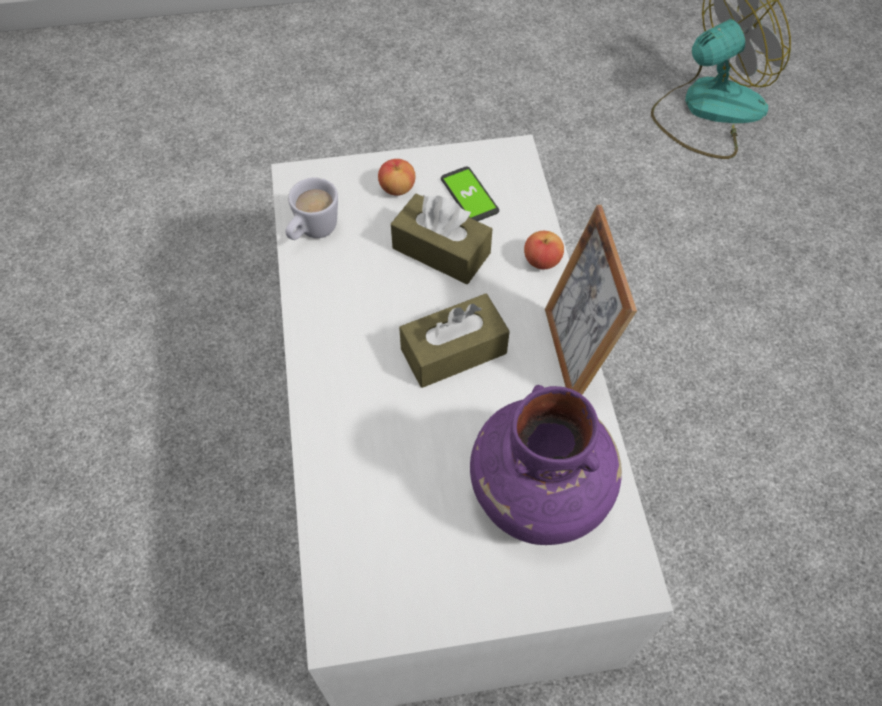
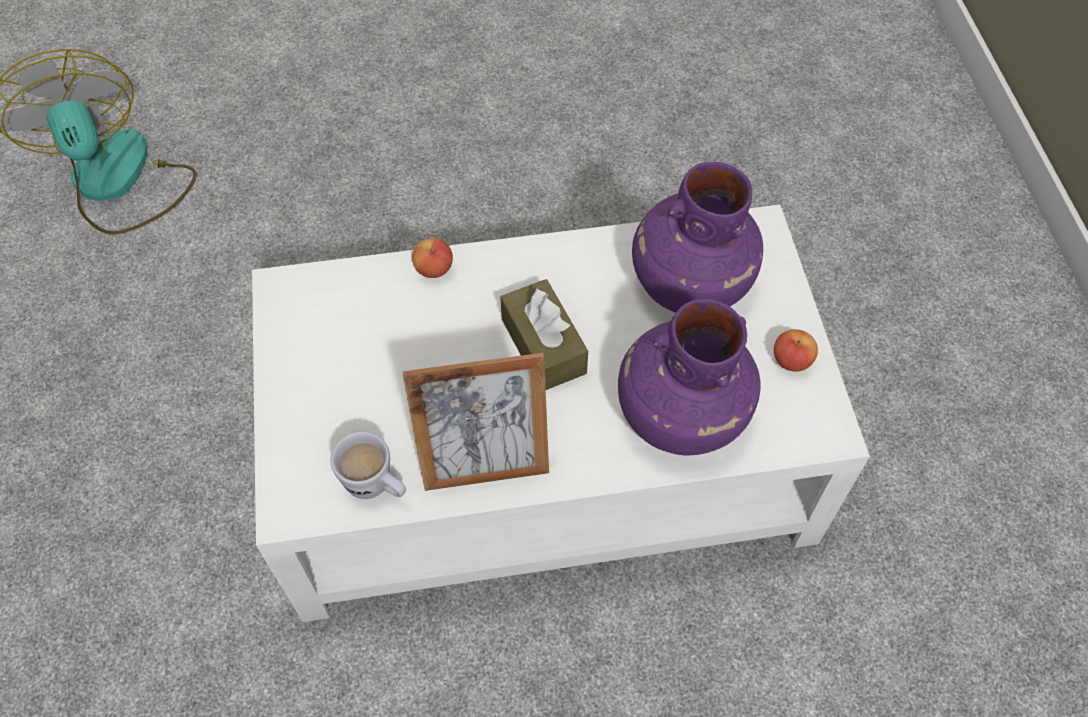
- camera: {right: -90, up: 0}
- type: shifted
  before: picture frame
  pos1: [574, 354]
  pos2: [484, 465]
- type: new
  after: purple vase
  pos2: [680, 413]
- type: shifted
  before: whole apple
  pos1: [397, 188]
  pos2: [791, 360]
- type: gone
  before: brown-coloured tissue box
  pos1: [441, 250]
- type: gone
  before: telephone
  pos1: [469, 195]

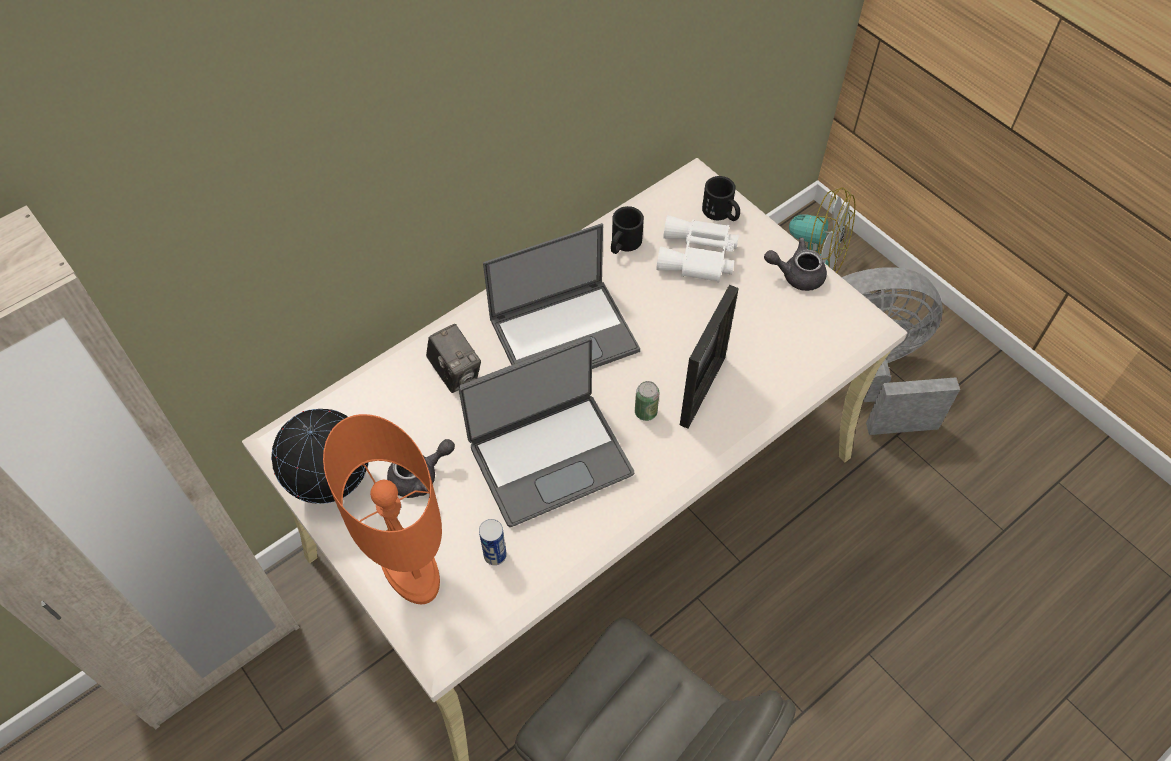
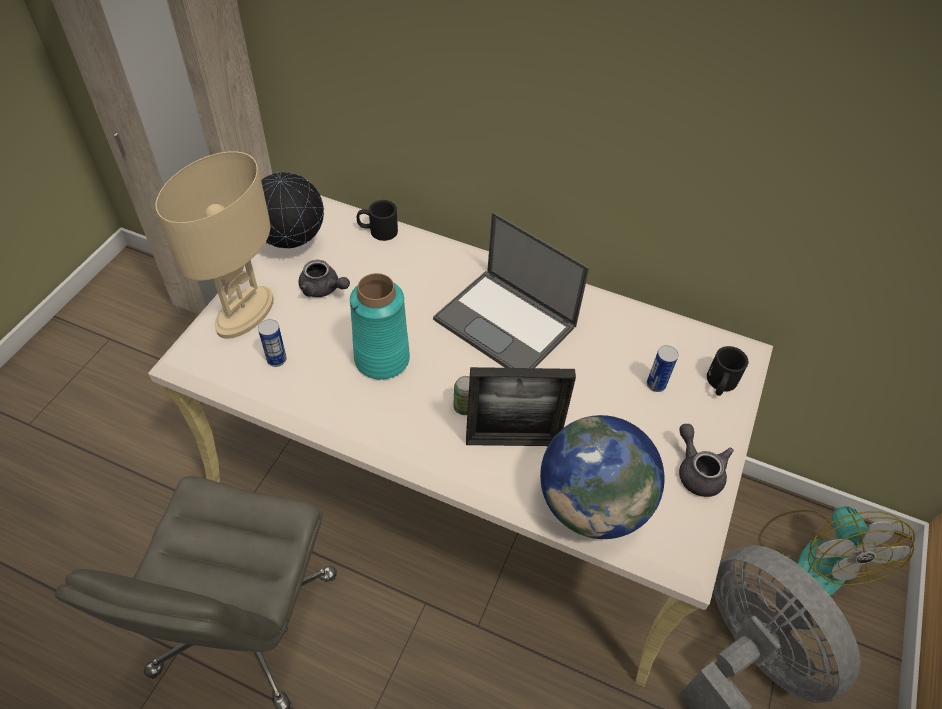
- camera: {right: 60, up: -5}
- type: repainted
  before: orangey tabletop lamp
  after: beige tabletop lamp
  pos1: [410, 566]
  pos2: [245, 314]
- type: swapped
  before: laptop
  after: turquoise vase
  pos1: [549, 457]
  pos2: [382, 359]
- type: shifted
  before: black-coloured tea mug
  pos1: [623, 244]
  pos2: [377, 230]
- type: new
  after: desk globe
  pos2: [592, 504]
- type: swapped
  before: white-coloured field glasses
  after: sealed can
  pos1: [698, 257]
  pos2: [656, 384]
- type: gone
  before: still camera
  pos1: [456, 373]

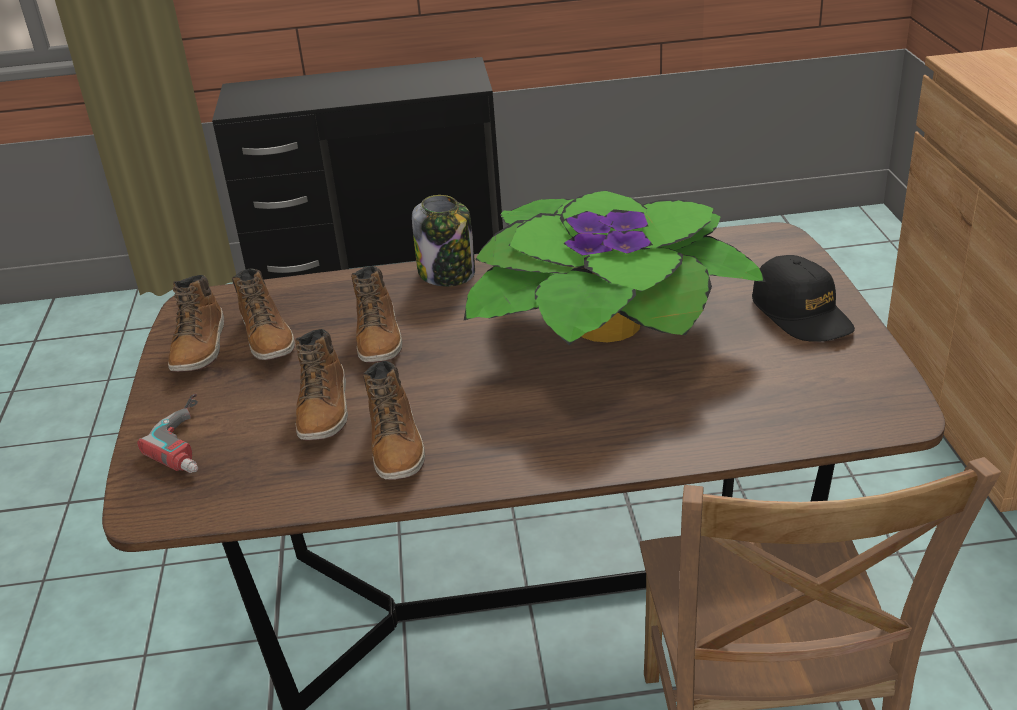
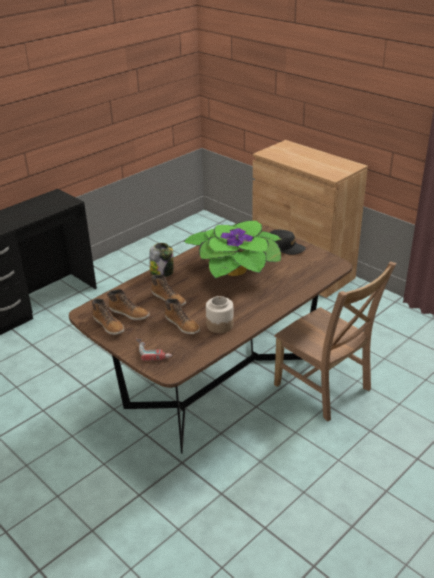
- camera: {right: -40, up: 0}
- type: swapped
  before: boot
  after: jar
  pos1: [396, 445]
  pos2: [219, 325]

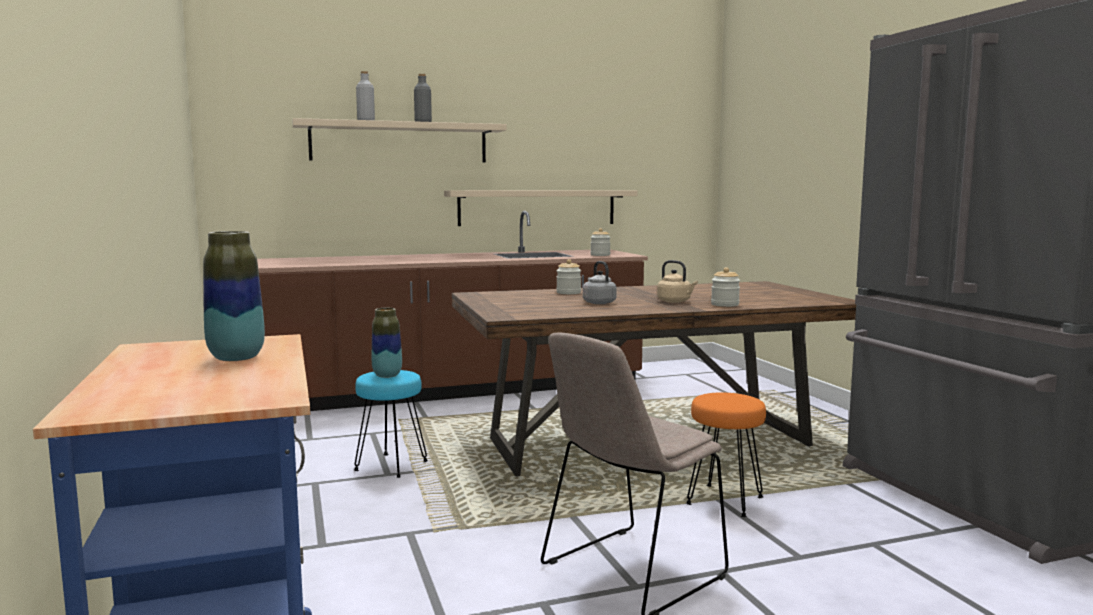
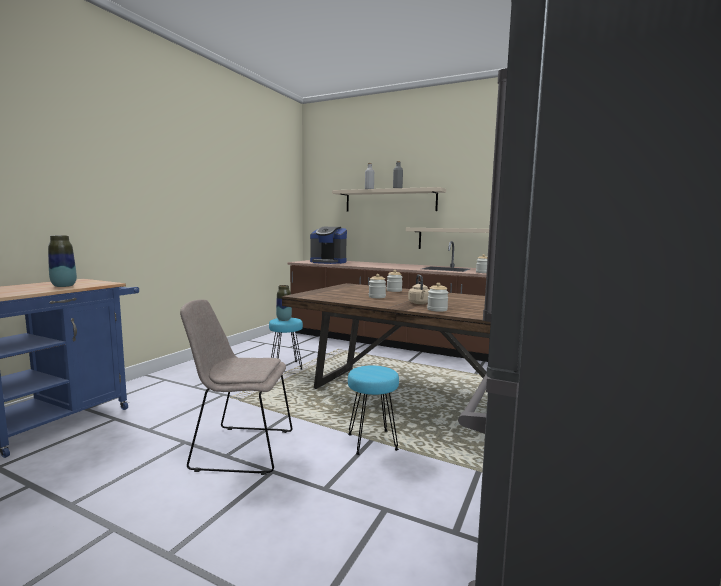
- camera: {right: 45, up: 0}
- type: new
  after: coffee brewer
  pos2: [328, 262]
- type: repainted
  before: orangey sitting stool
  after: turquoise sitting stool
  pos1: [724, 501]
  pos2: [371, 442]
- type: swapped
  before: gray kettle
  after: jar
  pos1: [598, 302]
  pos2: [377, 297]

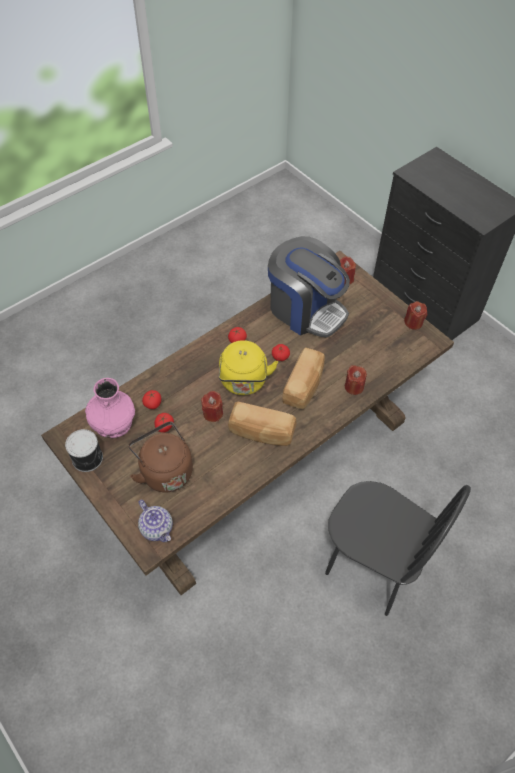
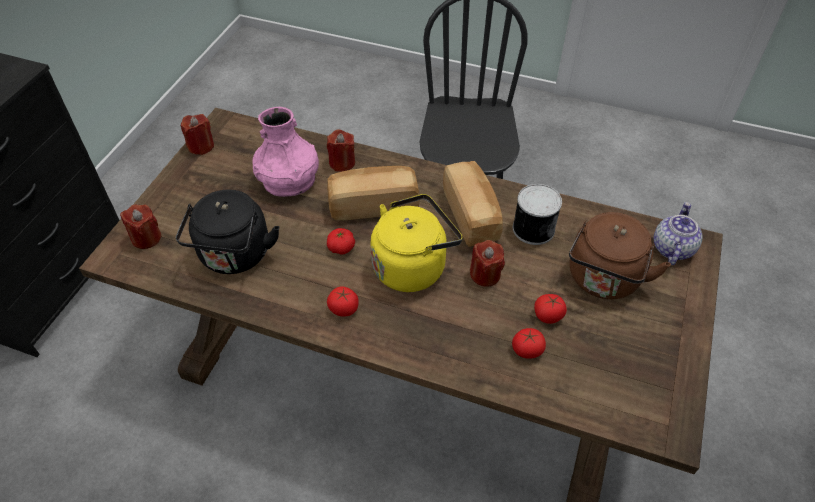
- camera: {right: -120, up: -5}
- type: swapped
  before: coffee brewer
  after: black-coloured kettle
  pos1: [306, 309]
  pos2: [234, 256]
- type: shifted
  before: pink vase
  pos1: [113, 422]
  pos2: [289, 180]
- type: shifted
  before: sealed can
  pos1: [88, 458]
  pos2: [532, 228]

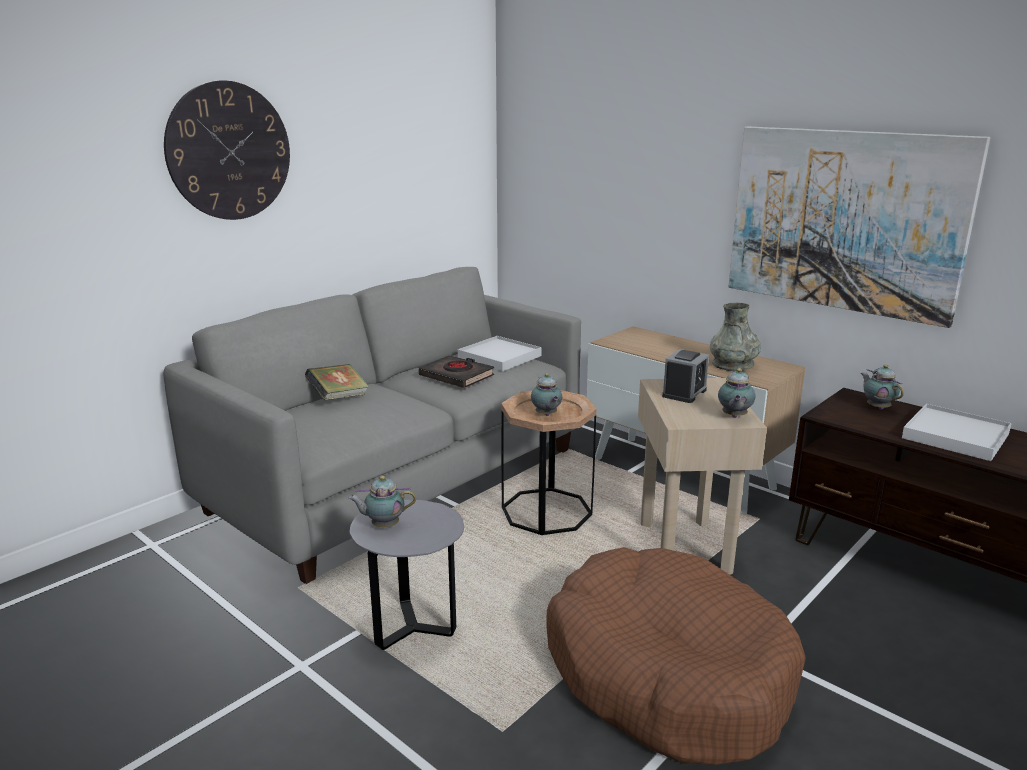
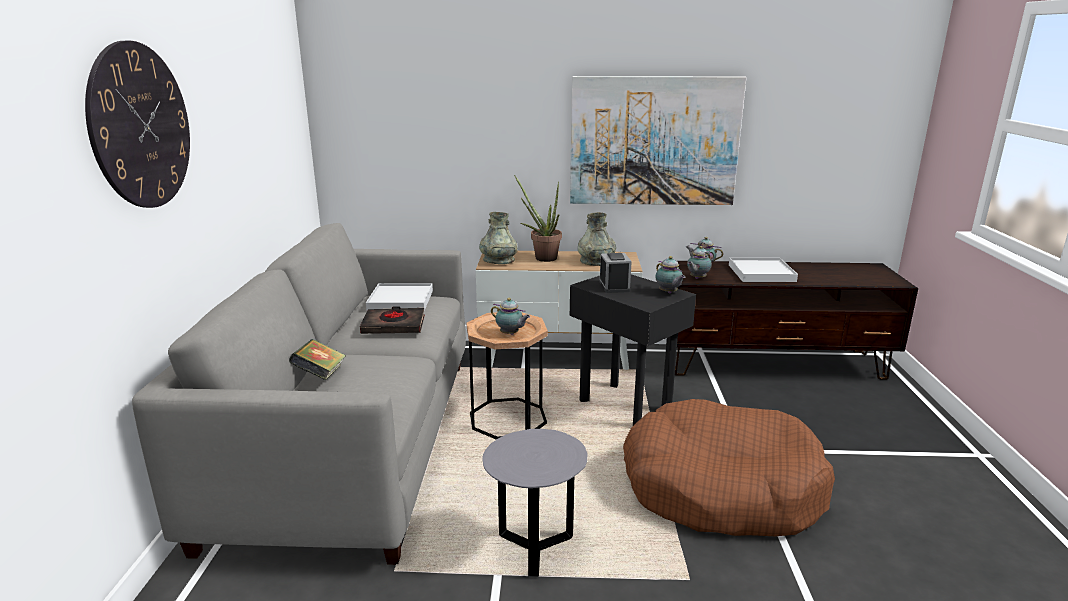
- camera: {right: -40, up: 0}
- type: new
  after: gray vase
  pos2: [498, 261]
- type: new
  after: potted plant
  pos2: [541, 257]
- type: repainted
  before: beige side table
  after: black-coloured side table
  pos1: [685, 547]
  pos2: [625, 405]
- type: shifted
  before: pot for tea
  pos1: [383, 525]
  pos2: [697, 278]

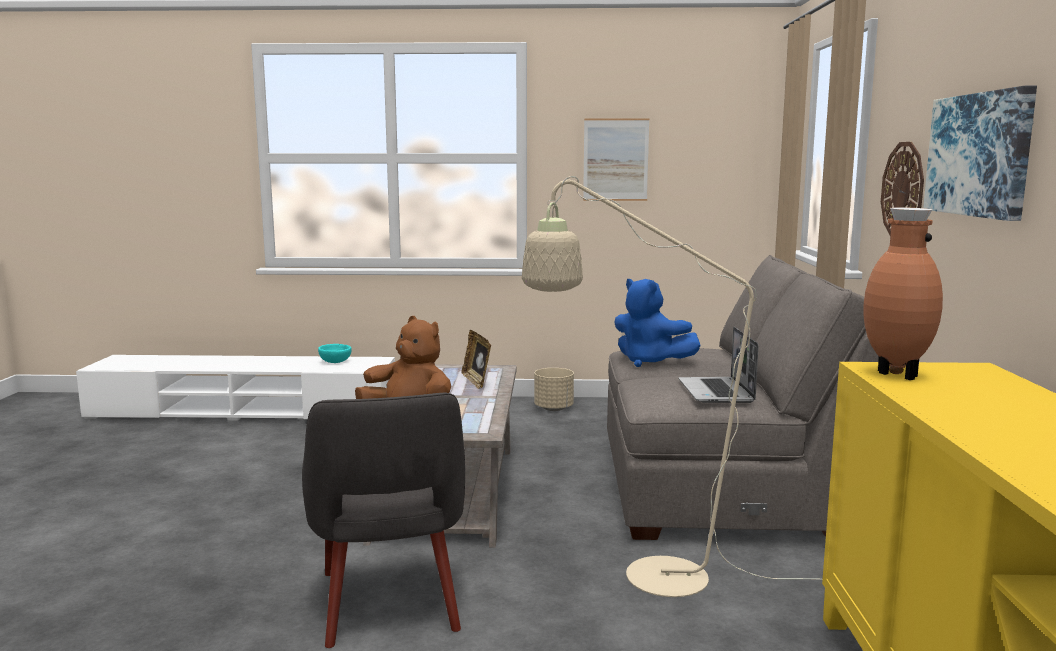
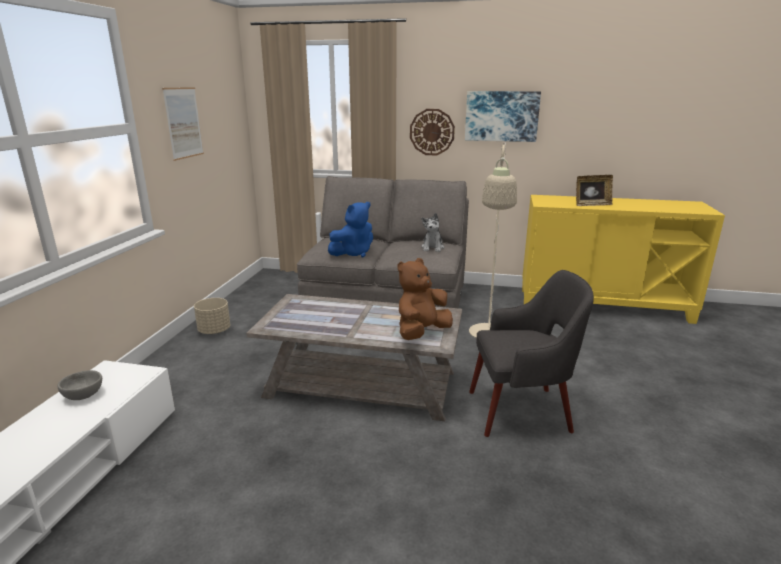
- camera: {right: -80, up: 10}
- type: repainted
  before: turquoise bowl
  after: gray bowl
  pos1: [334, 362]
  pos2: [82, 396]
- type: swapped
  before: laptop
  after: soft toy
  pos1: [717, 392]
  pos2: [432, 248]
- type: shifted
  before: picture frame
  pos1: [476, 381]
  pos2: [591, 205]
- type: gone
  before: brown-coloured vase
  pos1: [894, 375]

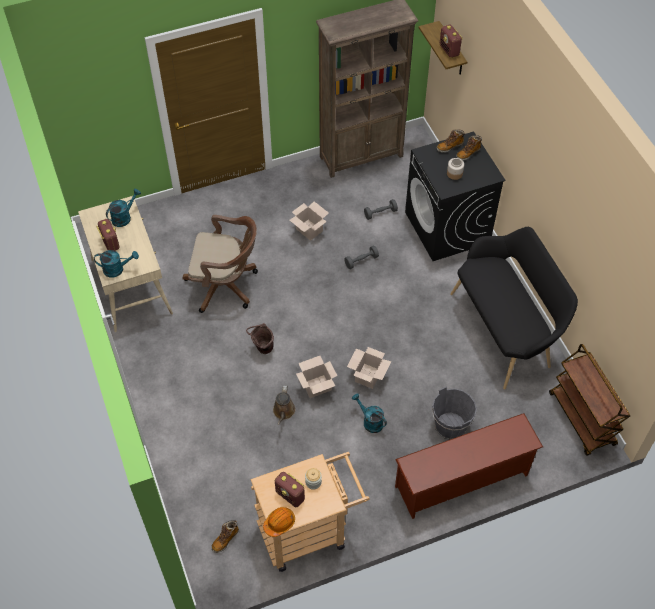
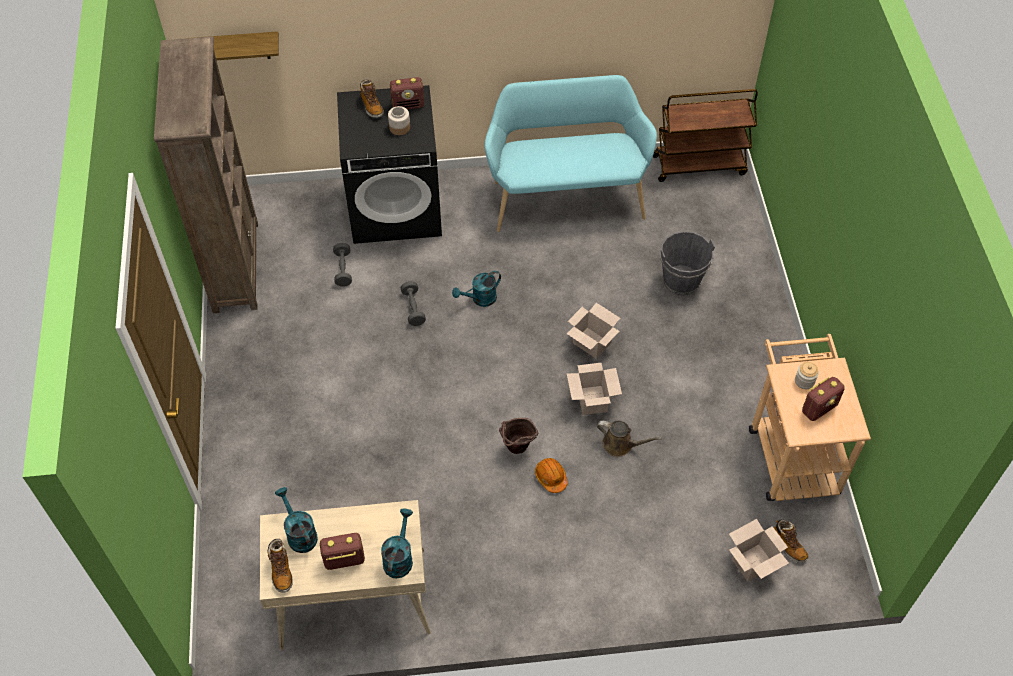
- camera: {right: -75, up: 0}
- type: shifted
  before: boot
  pos1: [450, 146]
  pos2: [281, 570]
- type: shifted
  before: radio set
  pos1: [449, 50]
  pos2: [408, 105]
- type: shifted
  before: turquoise watering pot
  pos1: [370, 421]
  pos2: [480, 299]
- type: repainted
  before: black-coloured long seat
  after: turquoise long seat
  pos1: [505, 330]
  pos2: [565, 196]
- type: shifted
  before: orangey hard hat
  pos1: [279, 523]
  pos2: [551, 477]
- type: shifted
  before: carton
  pos1: [308, 230]
  pos2: [752, 563]
- type: gone
  before: brown-coloured desk chair
  pos1: [226, 285]
- type: gone
  before: brown-coloured shoe shelf
  pos1: [462, 482]

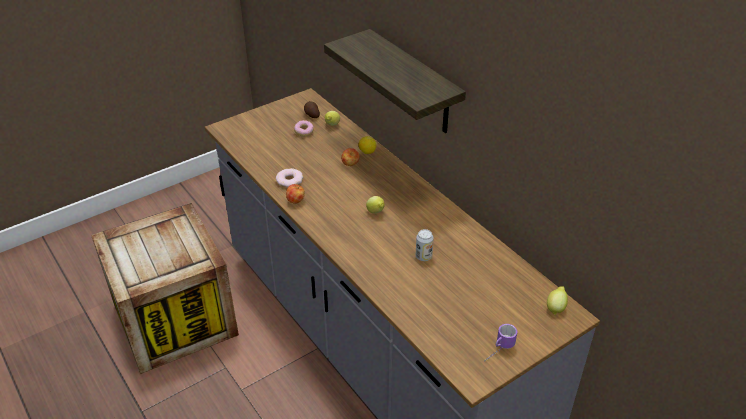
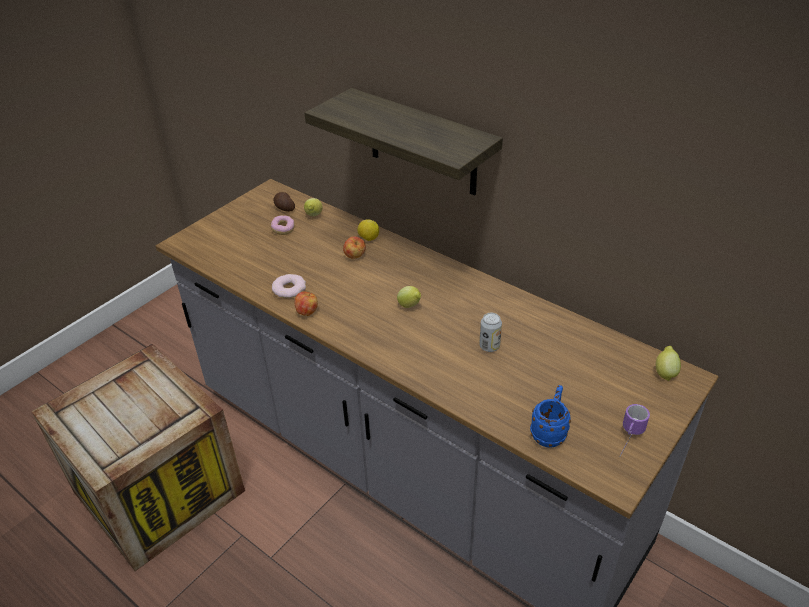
- camera: {right: -15, up: 0}
- type: new
  after: blue tea mug
  pos2: [549, 432]

